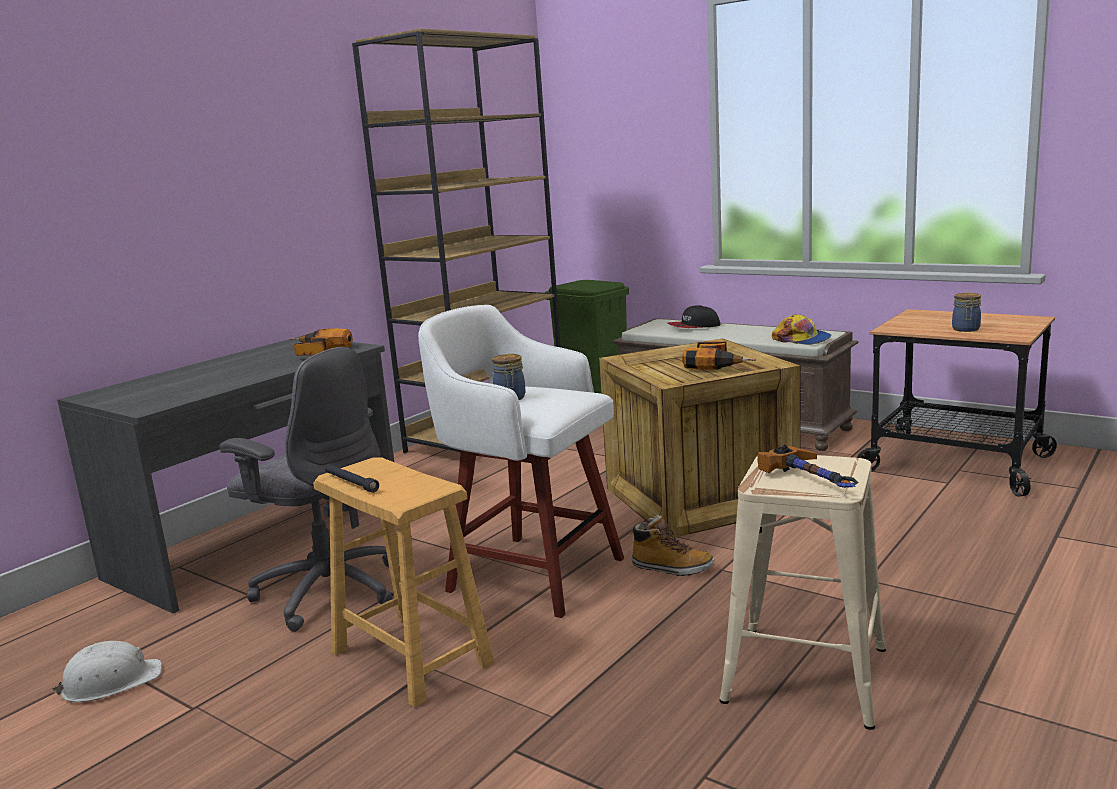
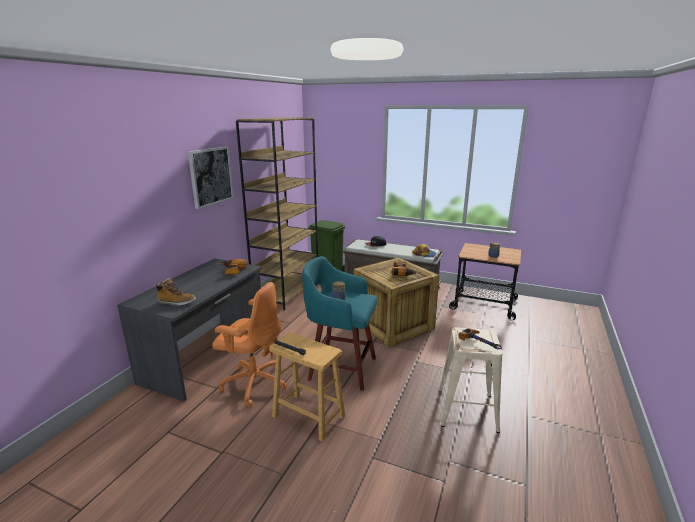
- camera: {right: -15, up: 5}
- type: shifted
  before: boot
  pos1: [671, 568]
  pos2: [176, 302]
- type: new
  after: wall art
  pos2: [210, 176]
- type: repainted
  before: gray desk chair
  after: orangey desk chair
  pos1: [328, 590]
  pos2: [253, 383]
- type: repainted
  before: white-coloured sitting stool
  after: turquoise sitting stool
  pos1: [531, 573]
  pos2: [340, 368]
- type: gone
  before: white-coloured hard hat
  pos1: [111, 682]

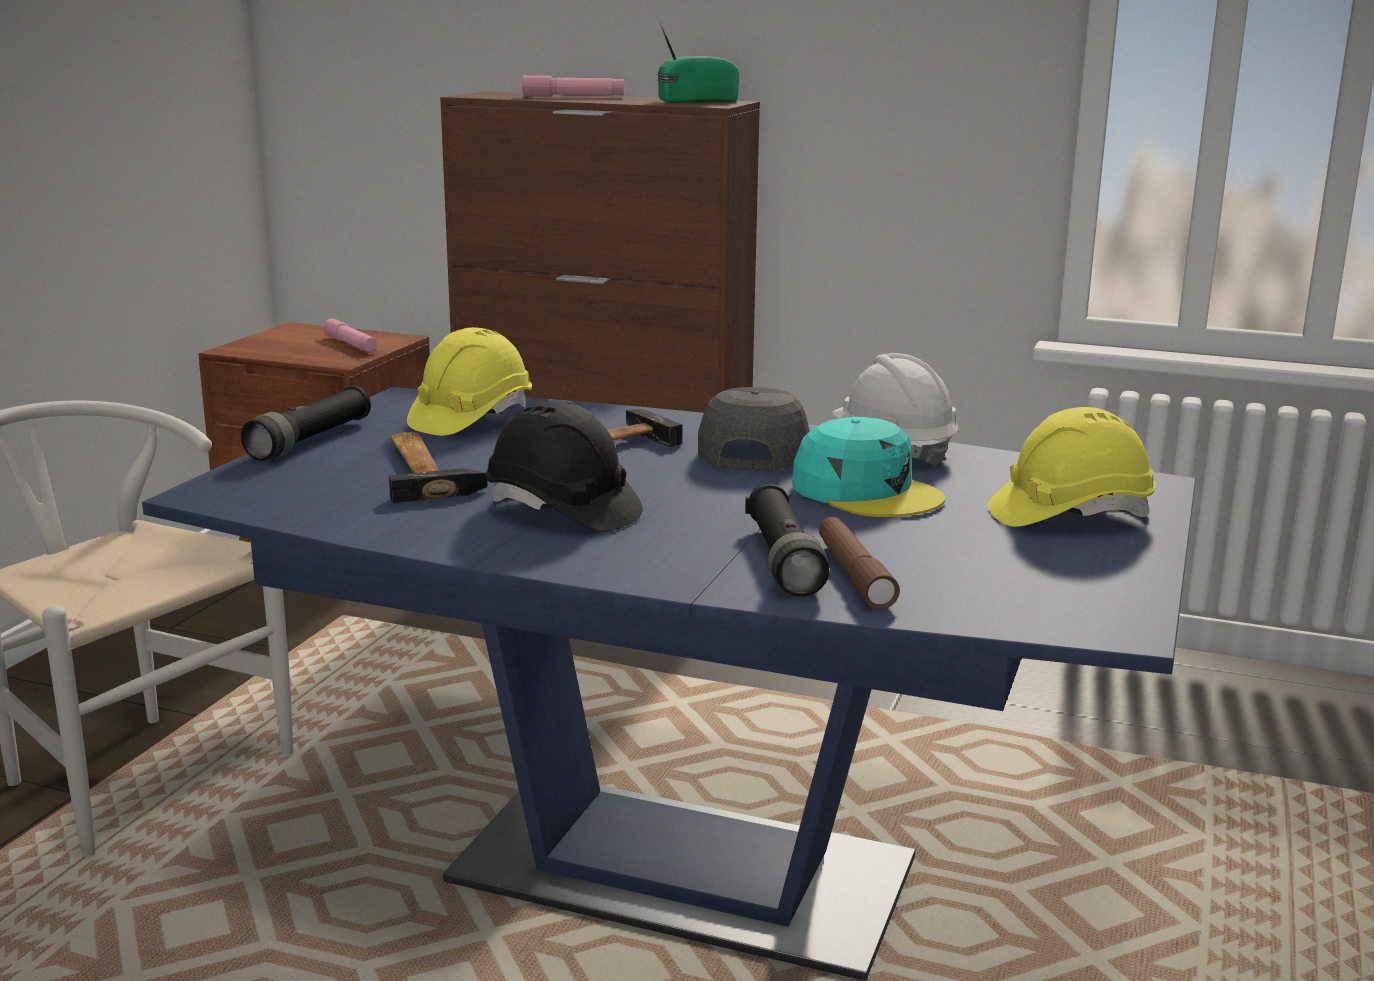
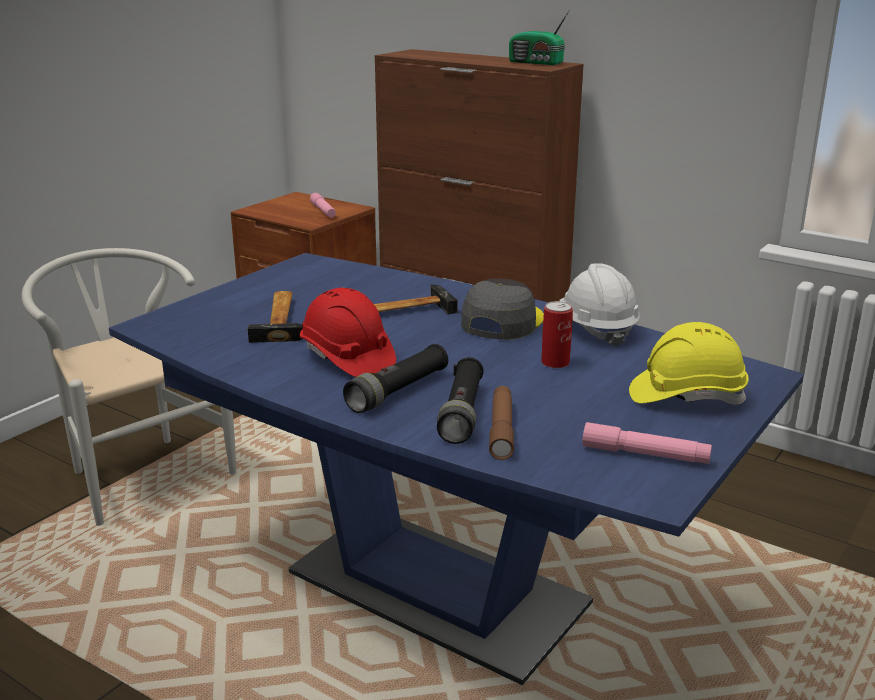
- camera: {right: 15, up: 5}
- type: repainted
  before: black-coloured hard hat
  after: red hard hat
  pos1: [562, 510]
  pos2: [347, 358]
- type: shifted
  before: black-coloured flashlight
  pos1: [310, 441]
  pos2: [398, 391]
- type: rotated
  before: radio set
  pos1: [694, 101]
  pos2: [537, 63]
  turn: -150
- type: swapped
  before: turquoise peaked cap
  after: sealed can
  pos1: [866, 491]
  pos2: [555, 363]
- type: shifted
  before: pink flashlight
  pos1: [573, 97]
  pos2: [645, 454]
- type: gone
  before: yellowish hard hat
  pos1: [471, 418]

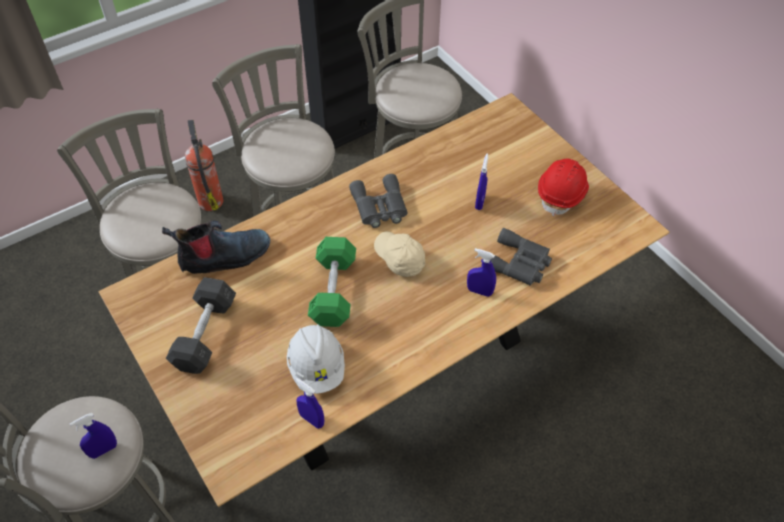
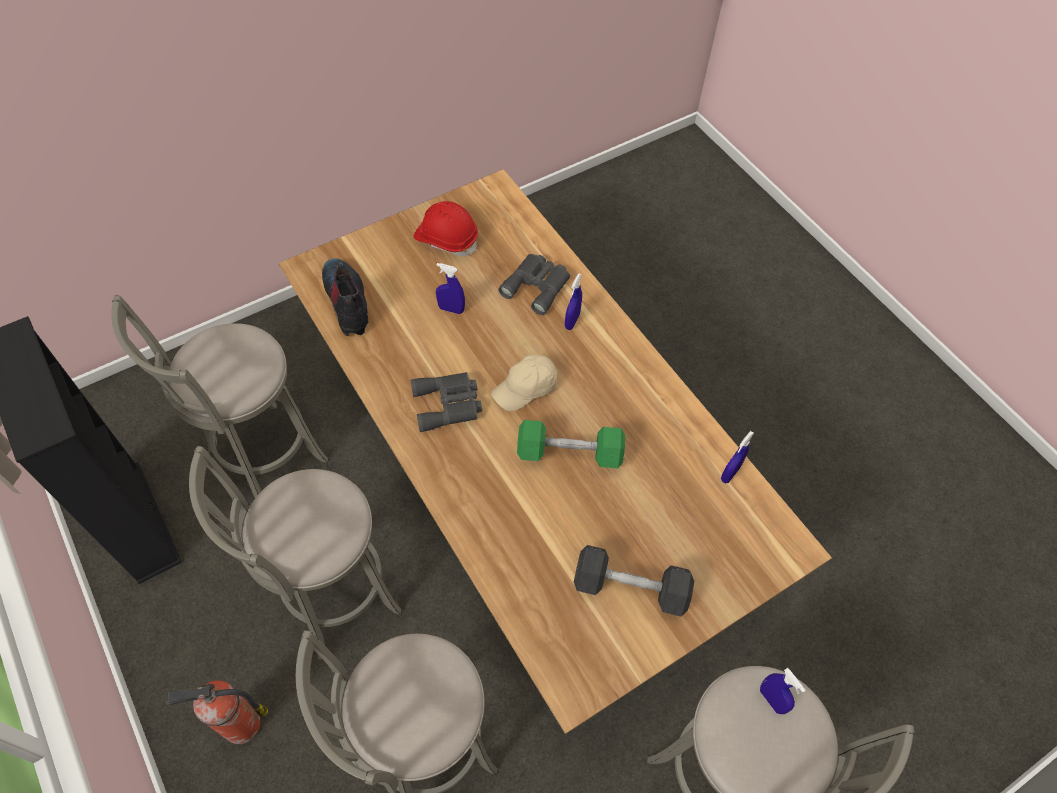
- camera: {right: -90, up: 5}
- type: shifted
  before: boot
  pos1: [224, 257]
  pos2: [348, 302]
- type: gone
  before: white-coloured hard hat
  pos1: [317, 367]

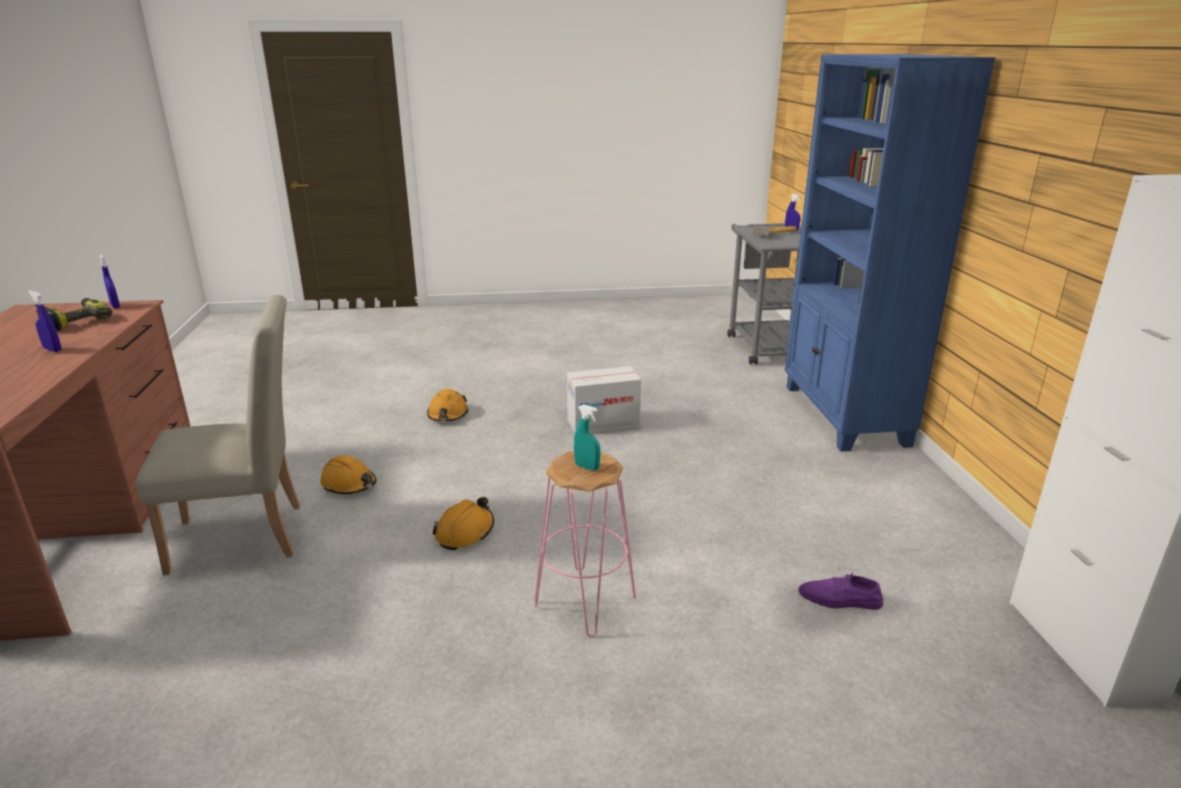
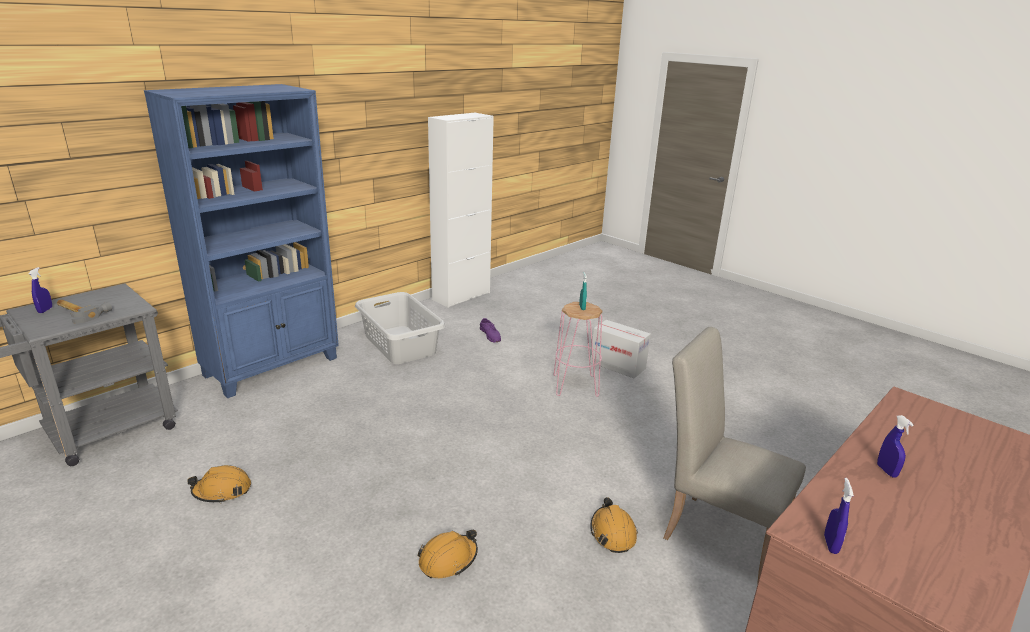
- camera: {right: -130, up: 0}
- type: shifted
  before: orangey hard hat
  pos1: [465, 532]
  pos2: [222, 491]
- type: new
  after: gray hamper
  pos2: [399, 345]
- type: shifted
  before: carton
  pos1: [603, 423]
  pos2: [618, 365]
- type: gone
  before: drill
  pos1: [76, 321]

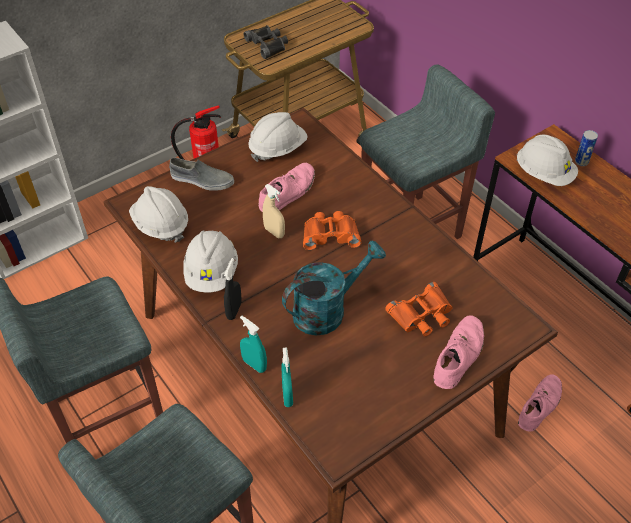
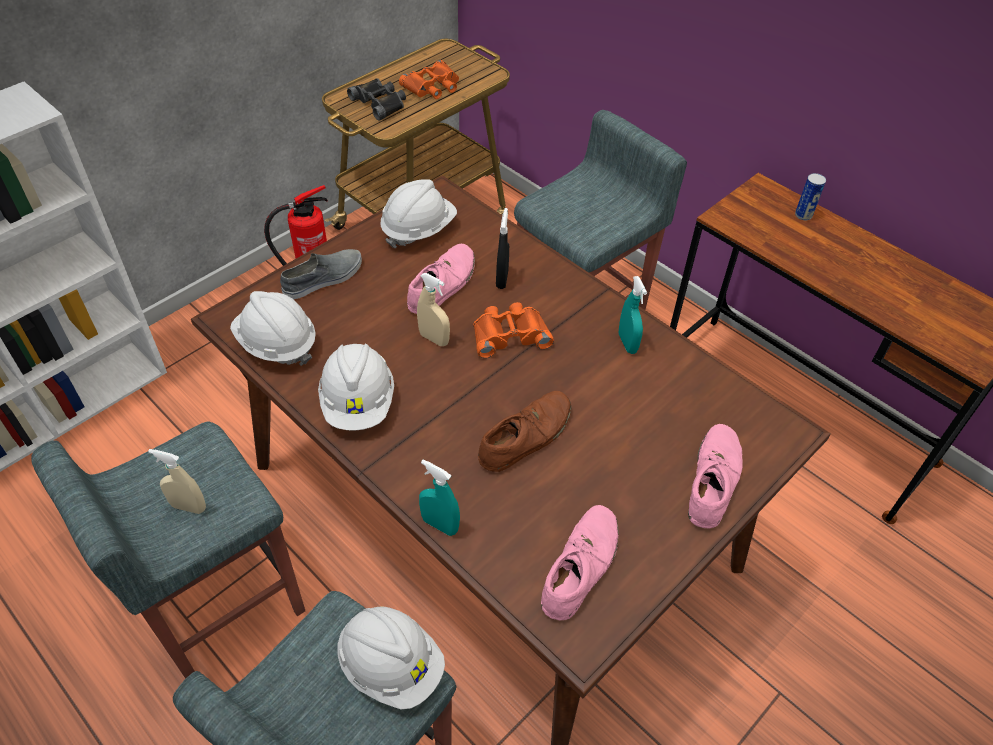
- camera: {right: -10, up: 0}
- type: new
  after: beige sprayer
  pos2: [189, 507]
- type: rotated
  before: gray item of footwear
  pos1: [202, 180]
  pos2: [324, 278]
  turn: -45
- type: shifted
  before: white-coloured hard hat
  pos1: [544, 174]
  pos2: [391, 665]
- type: shifted
  before: orangey field glasses
  pos1: [422, 315]
  pos2: [432, 86]
- type: swapped
  before: turquoise watering pot
  after: brown-coloured item of footwear
  pos1: [327, 309]
  pos2: [525, 436]
- type: shifted
  before: black-coloured sprayer
  pos1: [234, 310]
  pos2: [502, 279]
- type: shifted
  before: pink item of footwear
  pos1: [539, 405]
  pos2: [580, 566]
- type: shifted
  before: turquoise sprayer
  pos1: [287, 396]
  pos2: [627, 343]

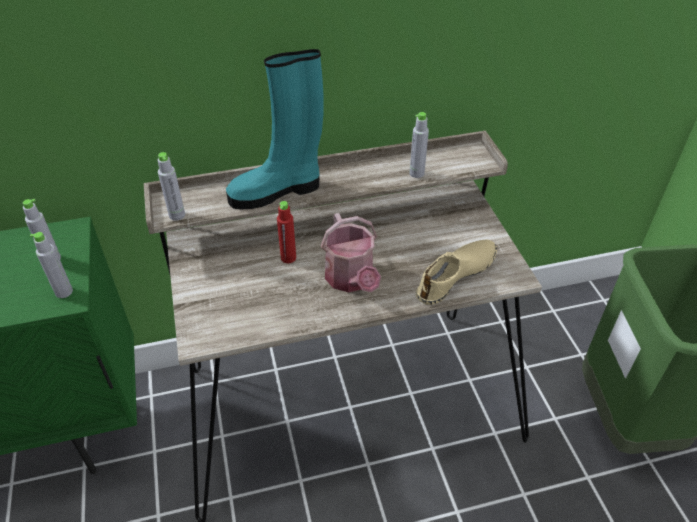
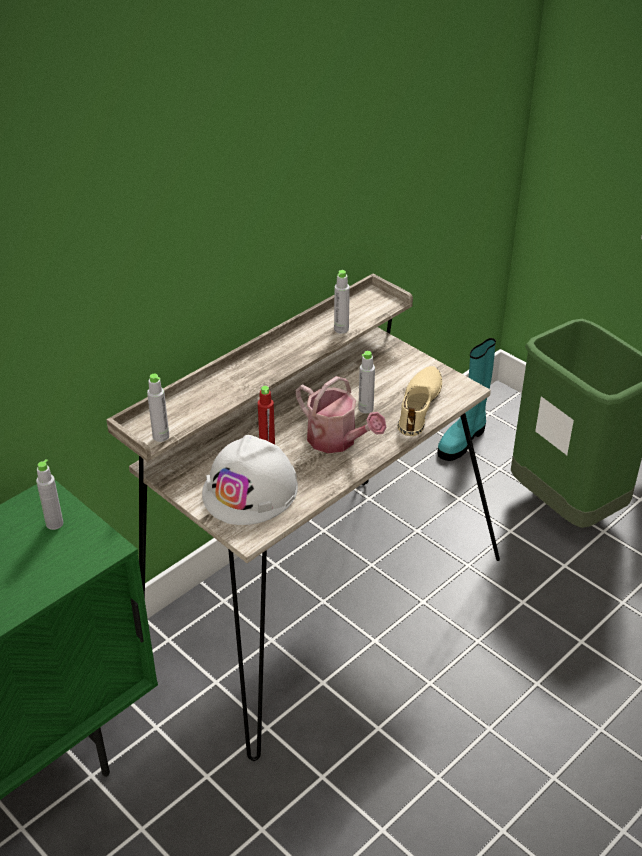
- camera: {right: -30, up: -5}
- type: new
  after: white-coloured hard hat
  pos2: [250, 490]
- type: shifted
  before: gray beverage bottle
  pos1: [64, 292]
  pos2: [365, 408]
- type: shifted
  before: turquoise boot
  pos1: [277, 191]
  pos2: [463, 440]

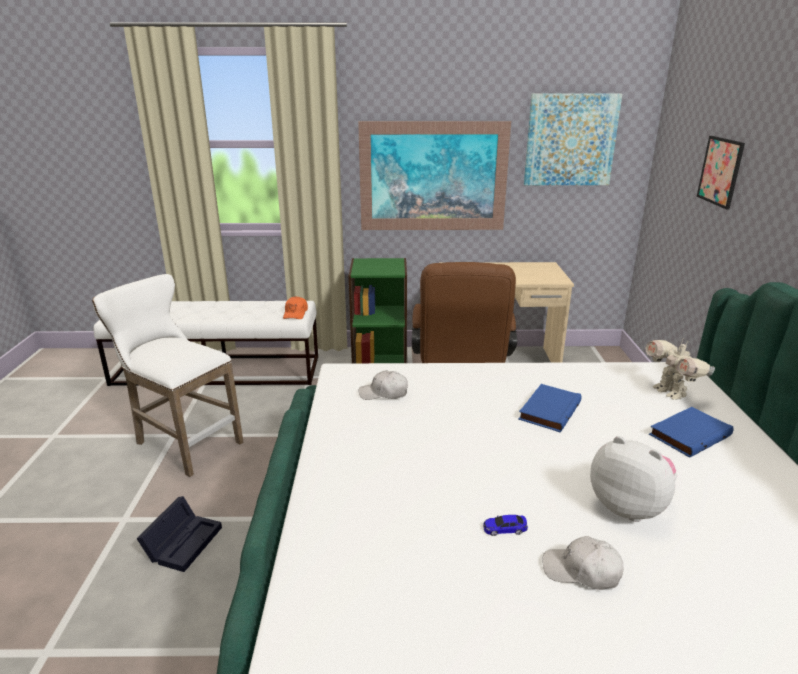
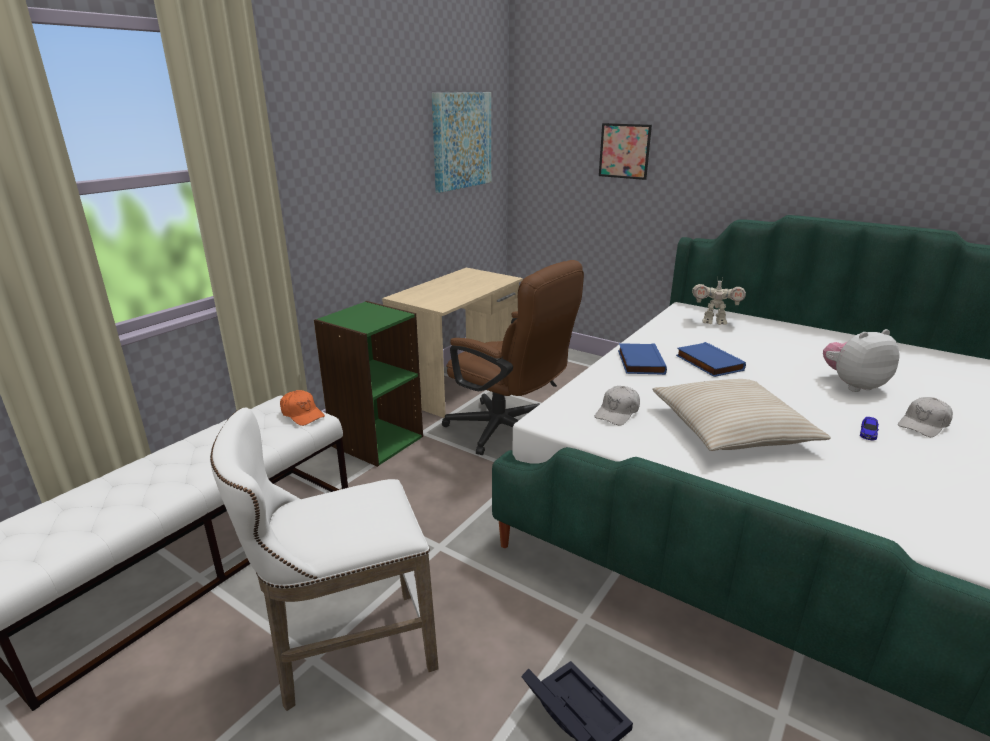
- camera: {right: -55, up: 0}
- type: shifted
  before: blue bound book
  pos1: [688, 434]
  pos2: [639, 362]
- type: new
  after: beige pillow
  pos2: [731, 429]
- type: gone
  before: wall art
  pos1: [433, 177]

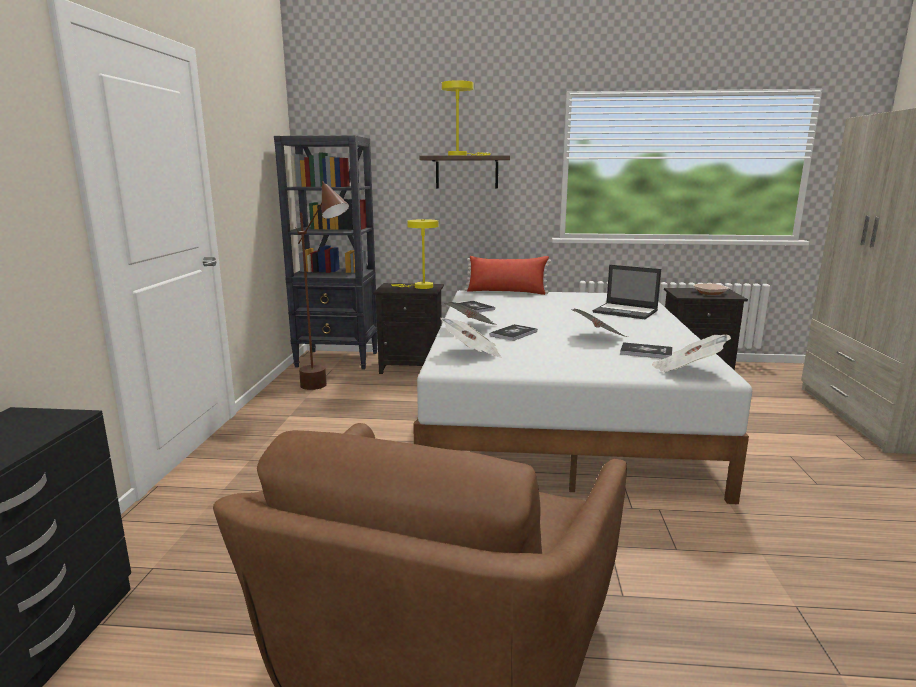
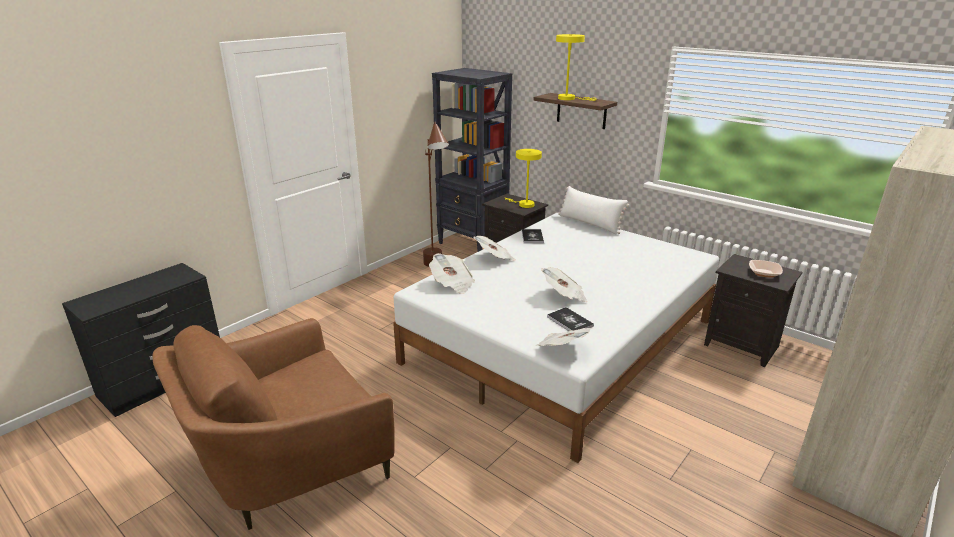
- camera: {right: 35, up: 10}
- type: repainted
  before: red pillow
  after: white-coloured pillow
  pos1: [506, 292]
  pos2: [589, 224]
- type: gone
  before: bound book
  pos1: [513, 333]
- type: gone
  before: laptop
  pos1: [626, 311]

